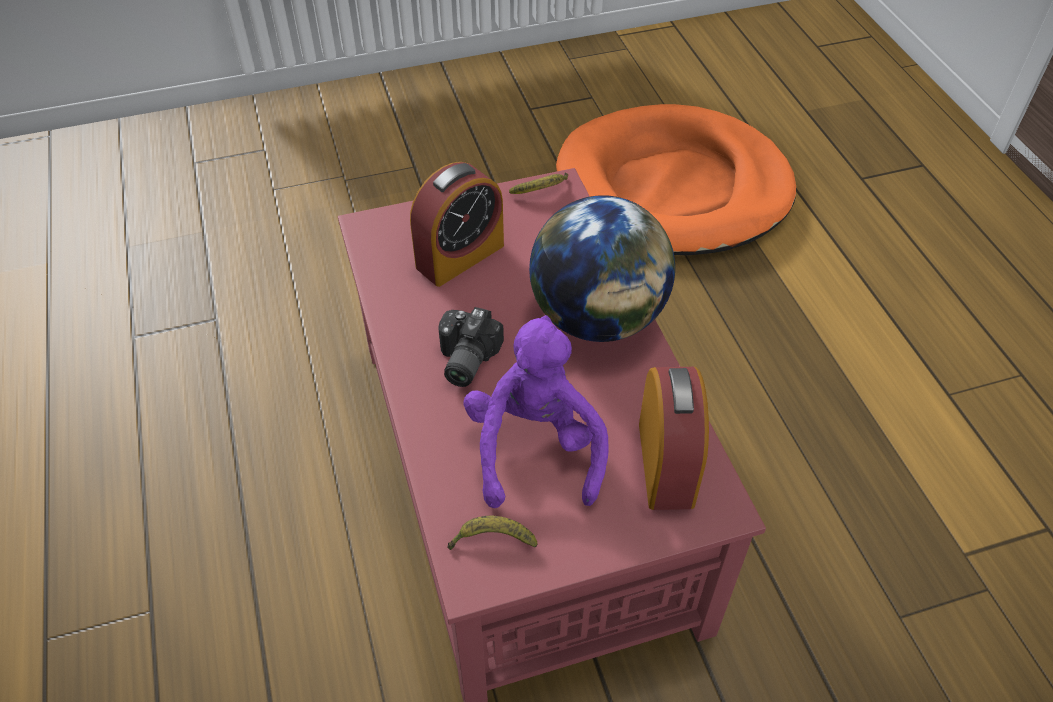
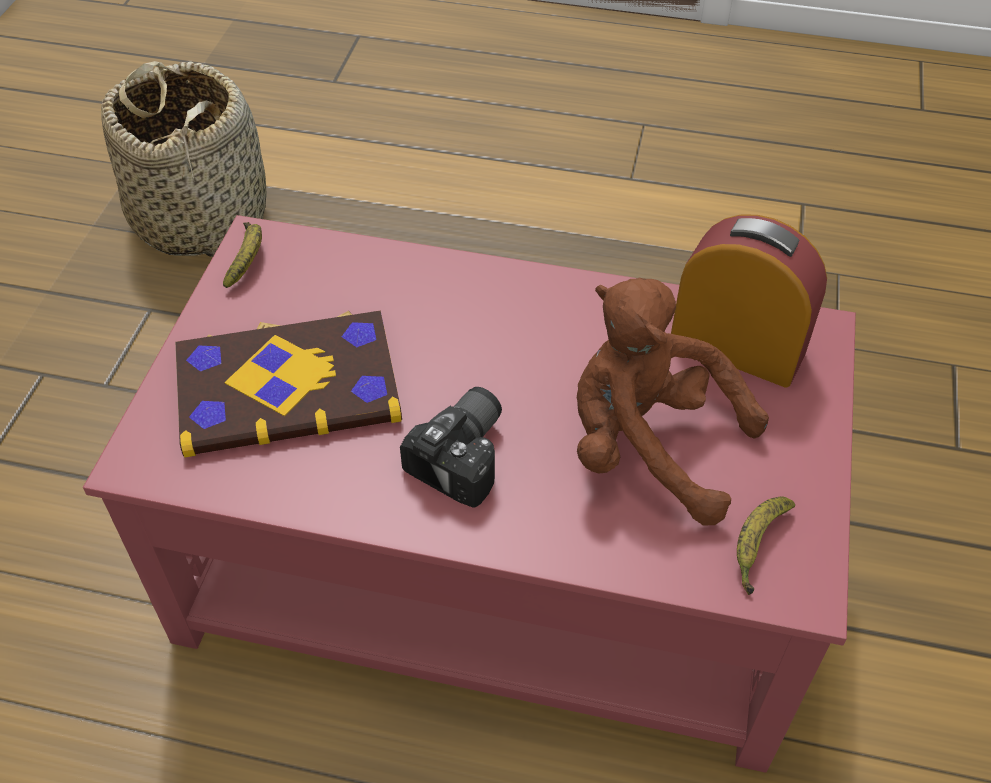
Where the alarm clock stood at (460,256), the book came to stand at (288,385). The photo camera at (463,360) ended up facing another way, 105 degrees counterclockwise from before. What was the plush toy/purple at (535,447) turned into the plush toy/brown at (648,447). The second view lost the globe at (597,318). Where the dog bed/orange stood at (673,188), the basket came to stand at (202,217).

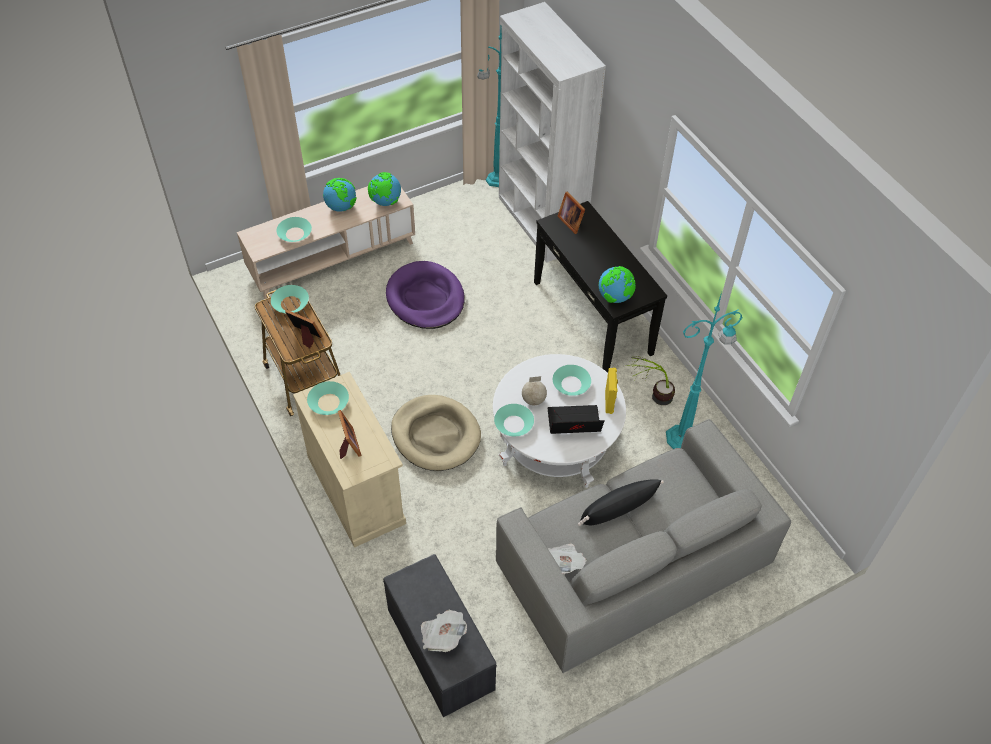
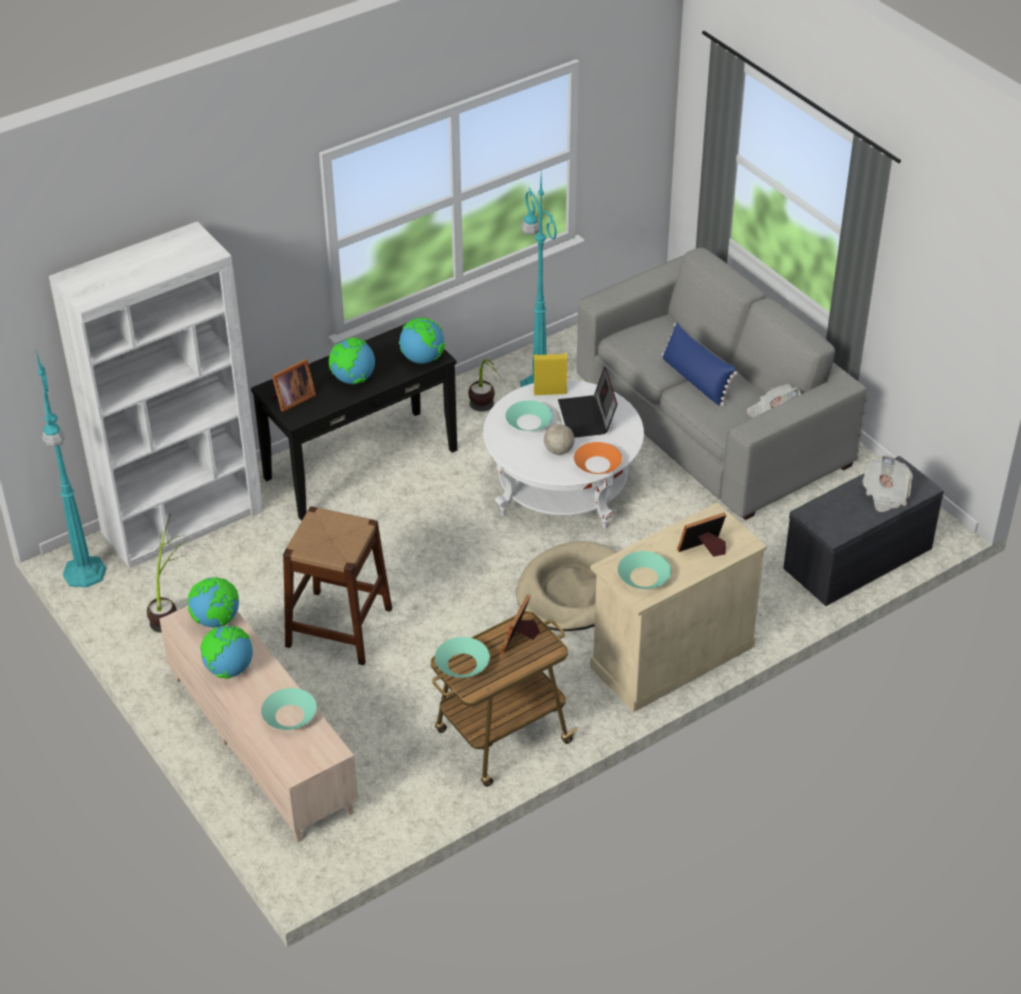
Where the dog bed/purple stood at (425,298), the stool/brown came to stand at (339,627). What was the bowl/turquoise at (514,424) turned into the bowl/orange at (597,464). What was the pillow/black at (617,510) turned into the pillow/blue at (695,380). The second view gained the potted plant at (170,610). The second view gained the globe at (353,380).

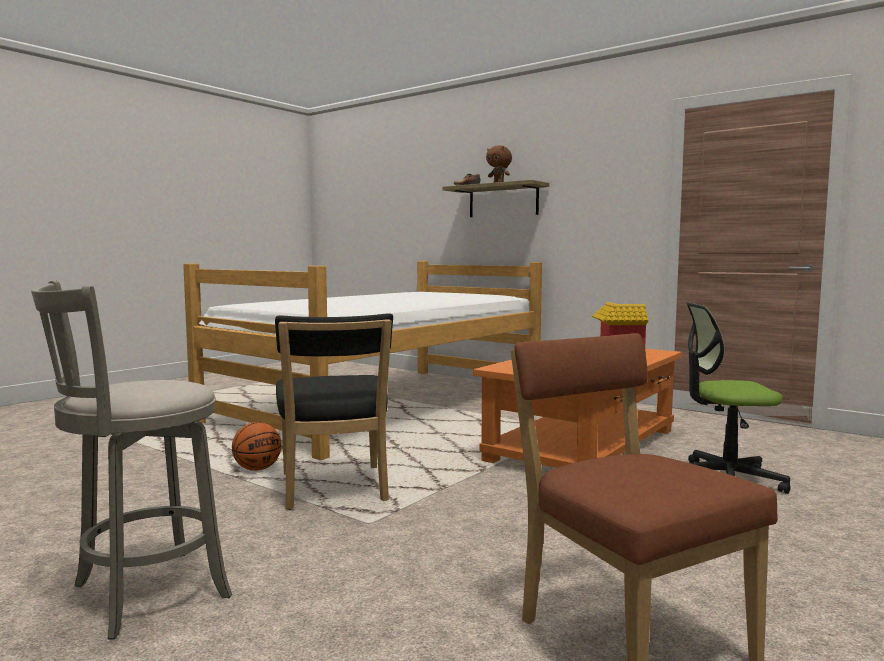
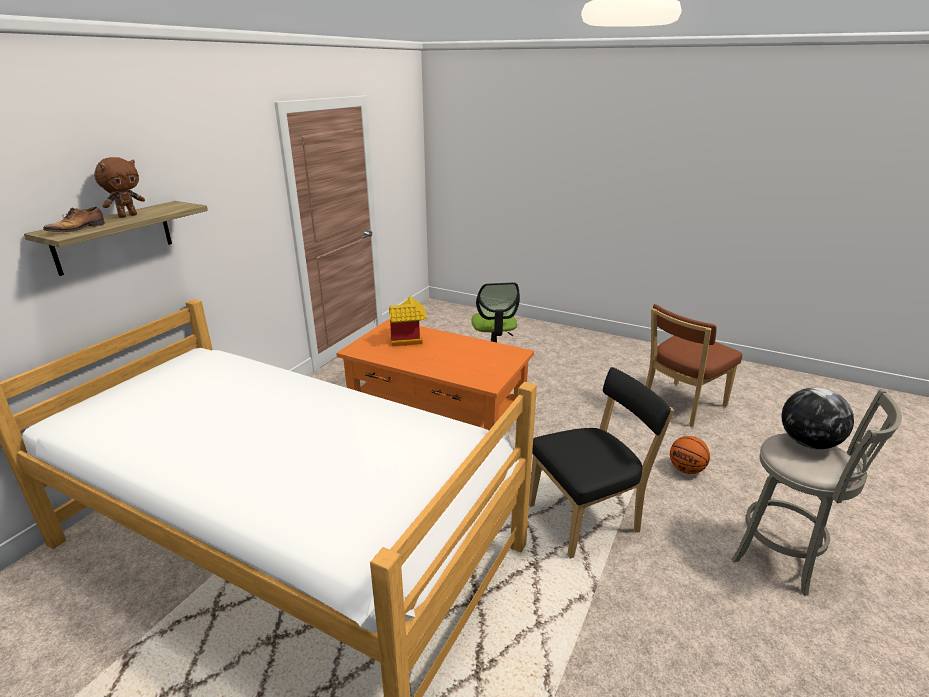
The basketball ended up elsewhere, having gone from (257,469) to (686,469). The second view gained the globe at (807,443).

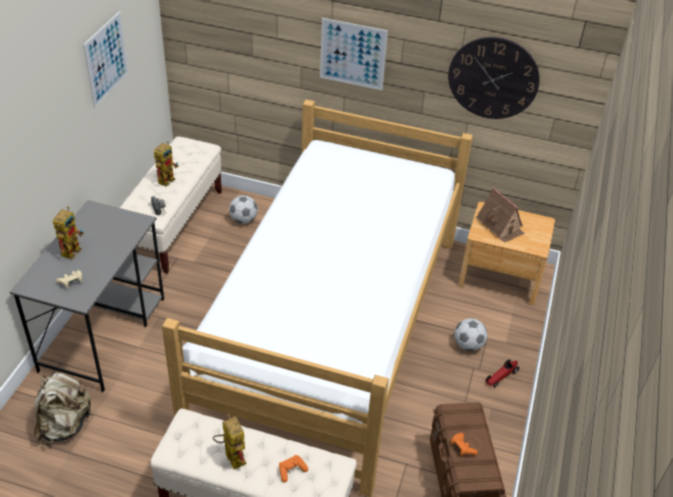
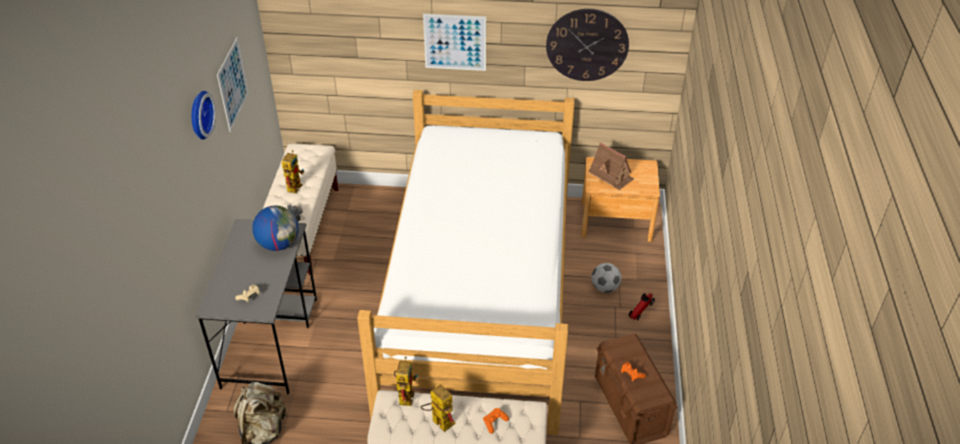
The toy robot ended up elsewhere, having gone from (72,249) to (405,394). The second view lost the football at (243,220). The second view gained the wall clock at (199,114). The second view gained the globe at (278,244).

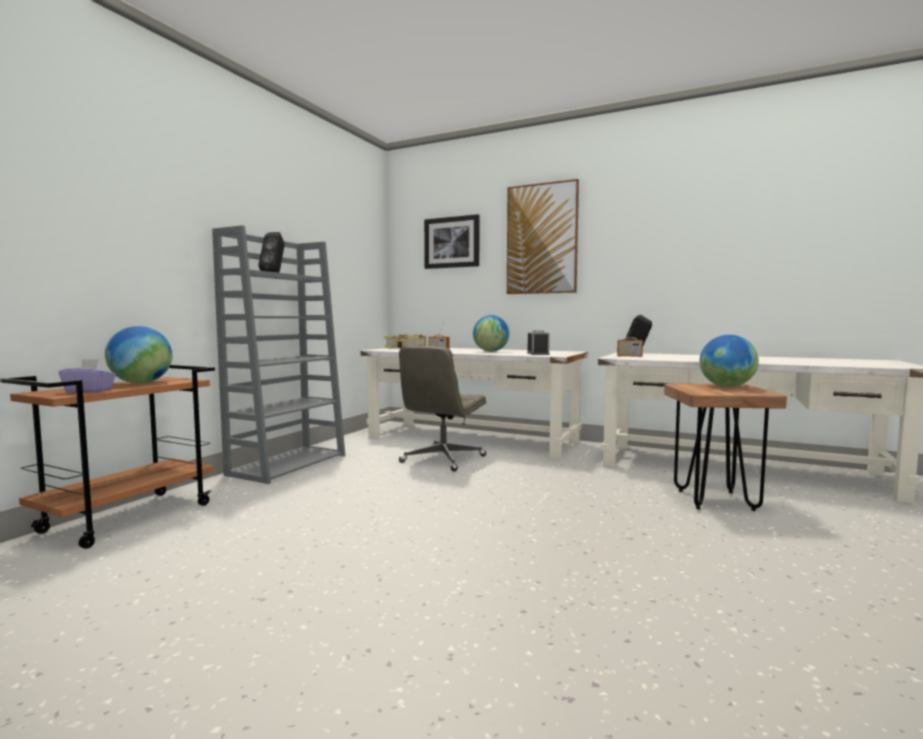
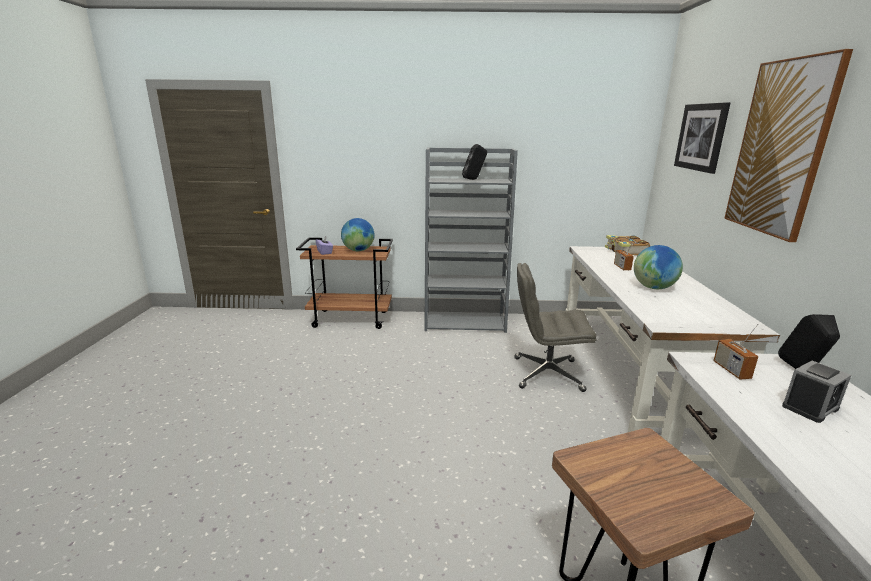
The alarm clock ended up elsewhere, having gone from (538,354) to (810,407). The second view lost the globe at (726,386).

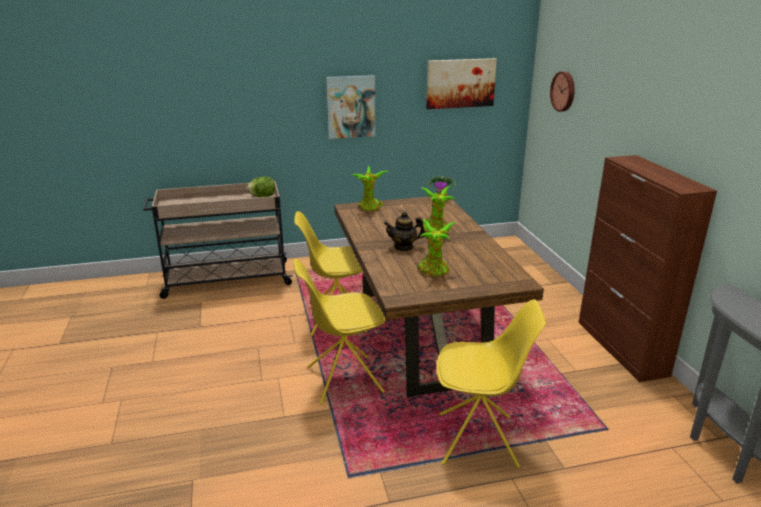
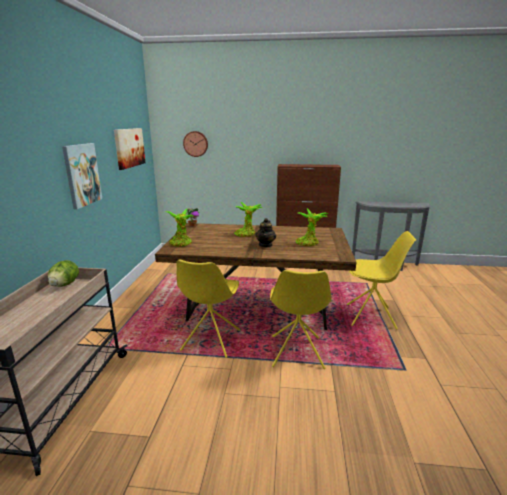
The chair/yellow at (479,440) ended up facing another way, 75 degrees clockwise from before.

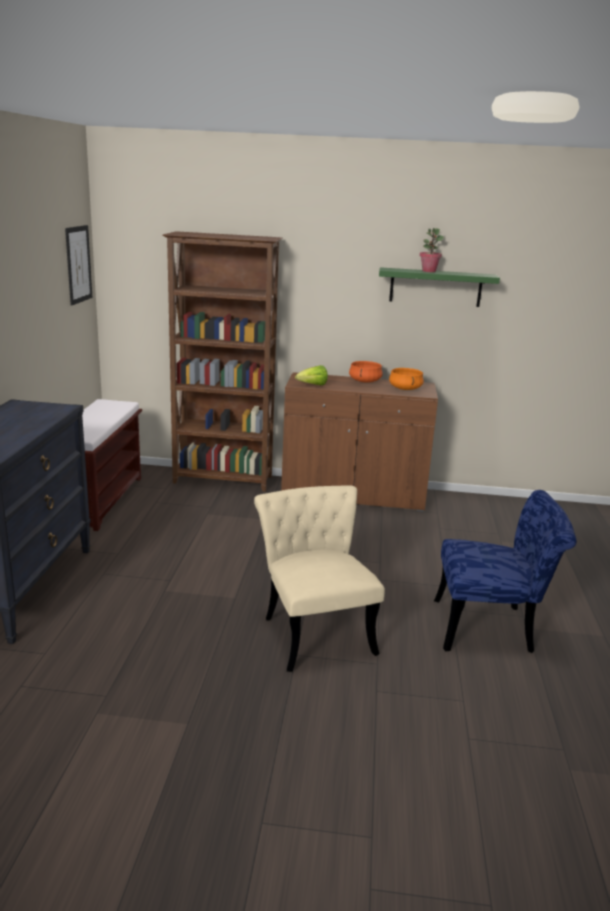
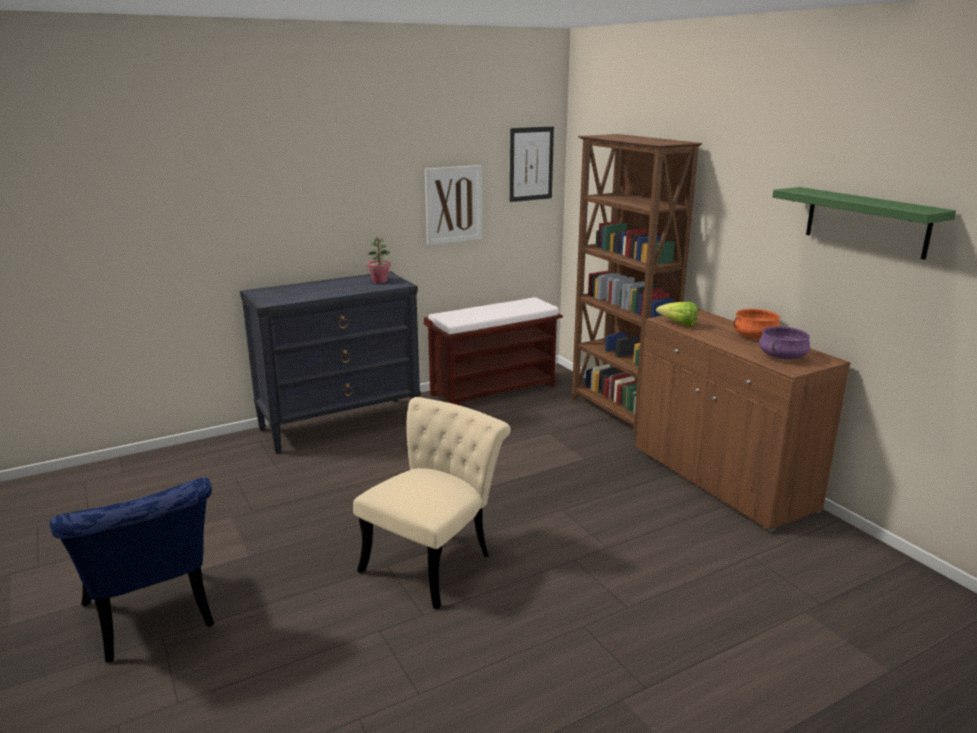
What was the cooking pot/orange at (405,388) turned into the cooking pot/purple at (782,356). The potted plant ended up elsewhere, having gone from (428,271) to (380,281). The chair/blue ended up elsewhere, having gone from (492,628) to (152,622). The second view gained the picture at (453,205).

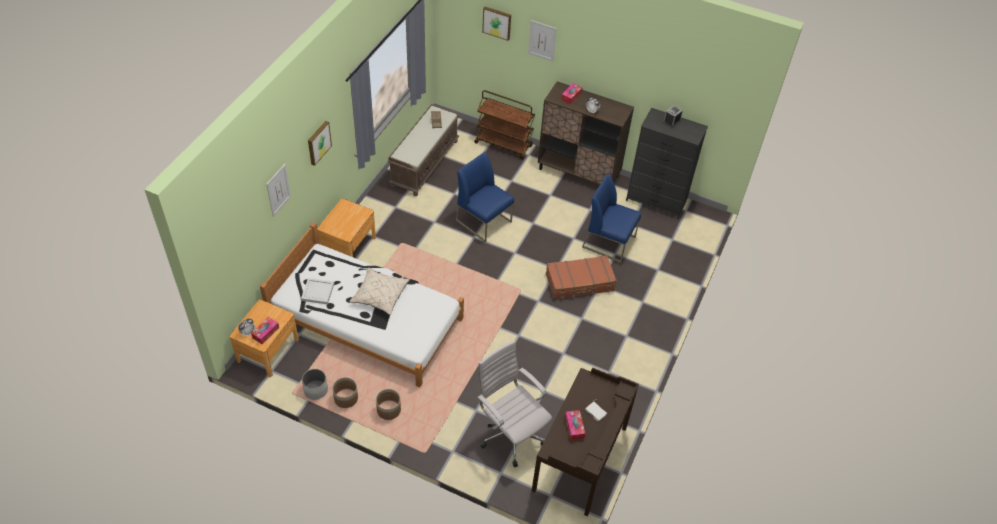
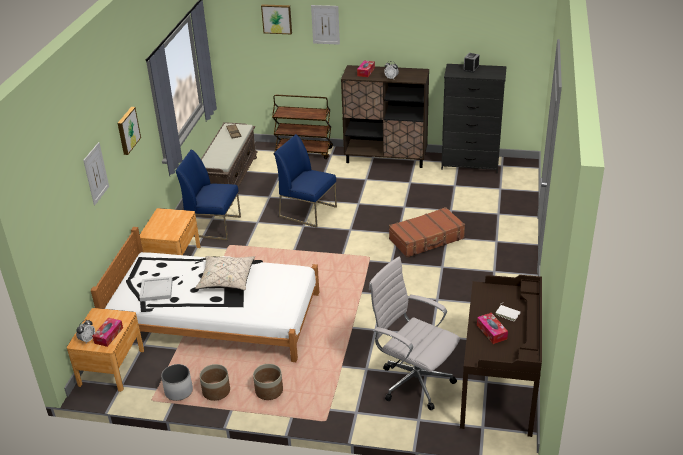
The chair/blue ended up elsewhere, having gone from (609,242) to (214,226).

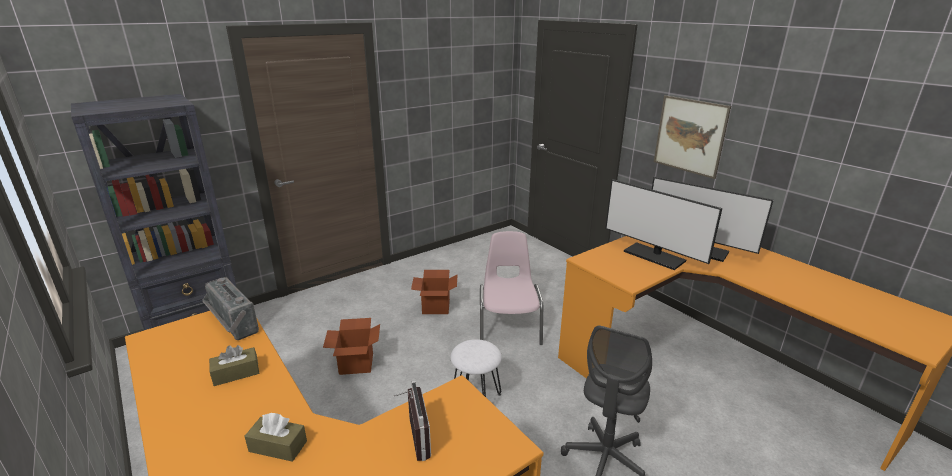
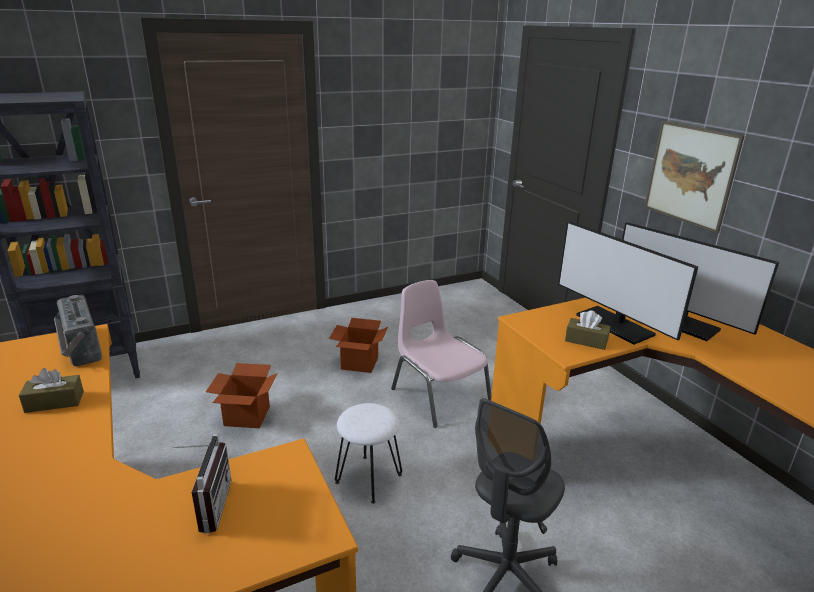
The tissue box/brown ended up elsewhere, having gone from (278,446) to (586,341). The chair/pink at (509,325) ended up facing another way, 45 degrees counterclockwise from before.

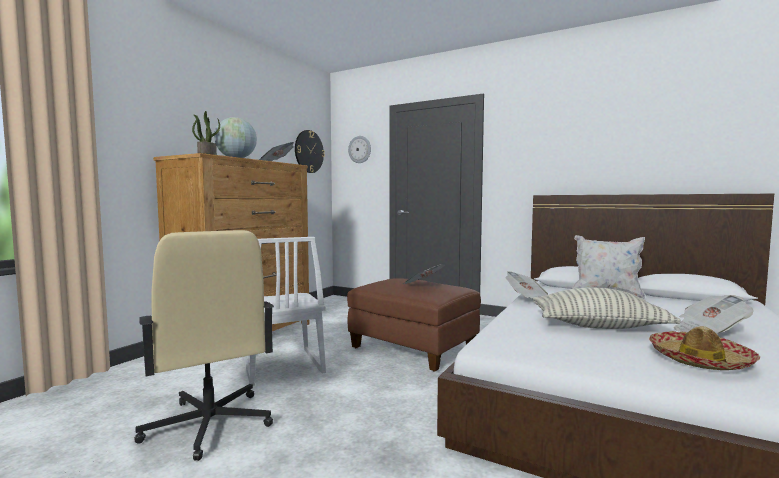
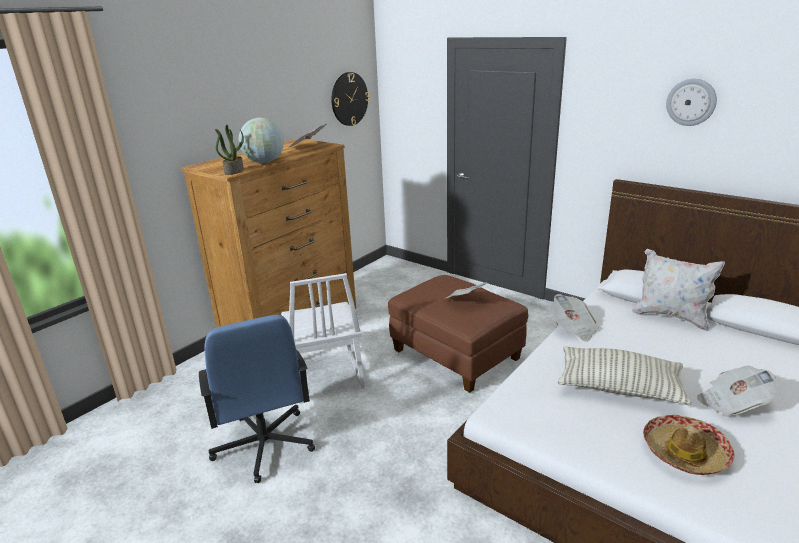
What was the office chair/beige at (209,425) turned into the office chair/blue at (264,445). The wall clock ended up elsewhere, having gone from (360,149) to (691,102).

